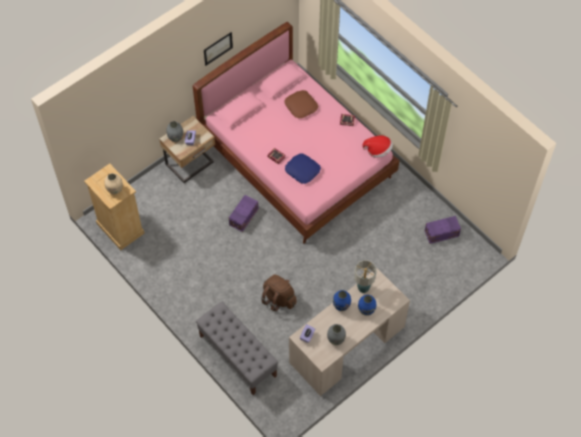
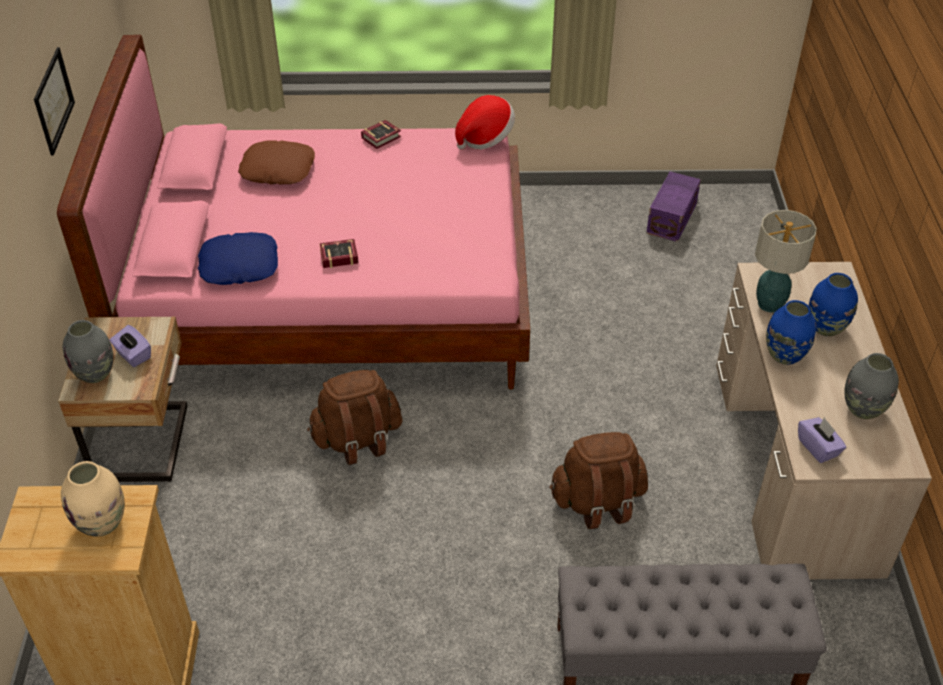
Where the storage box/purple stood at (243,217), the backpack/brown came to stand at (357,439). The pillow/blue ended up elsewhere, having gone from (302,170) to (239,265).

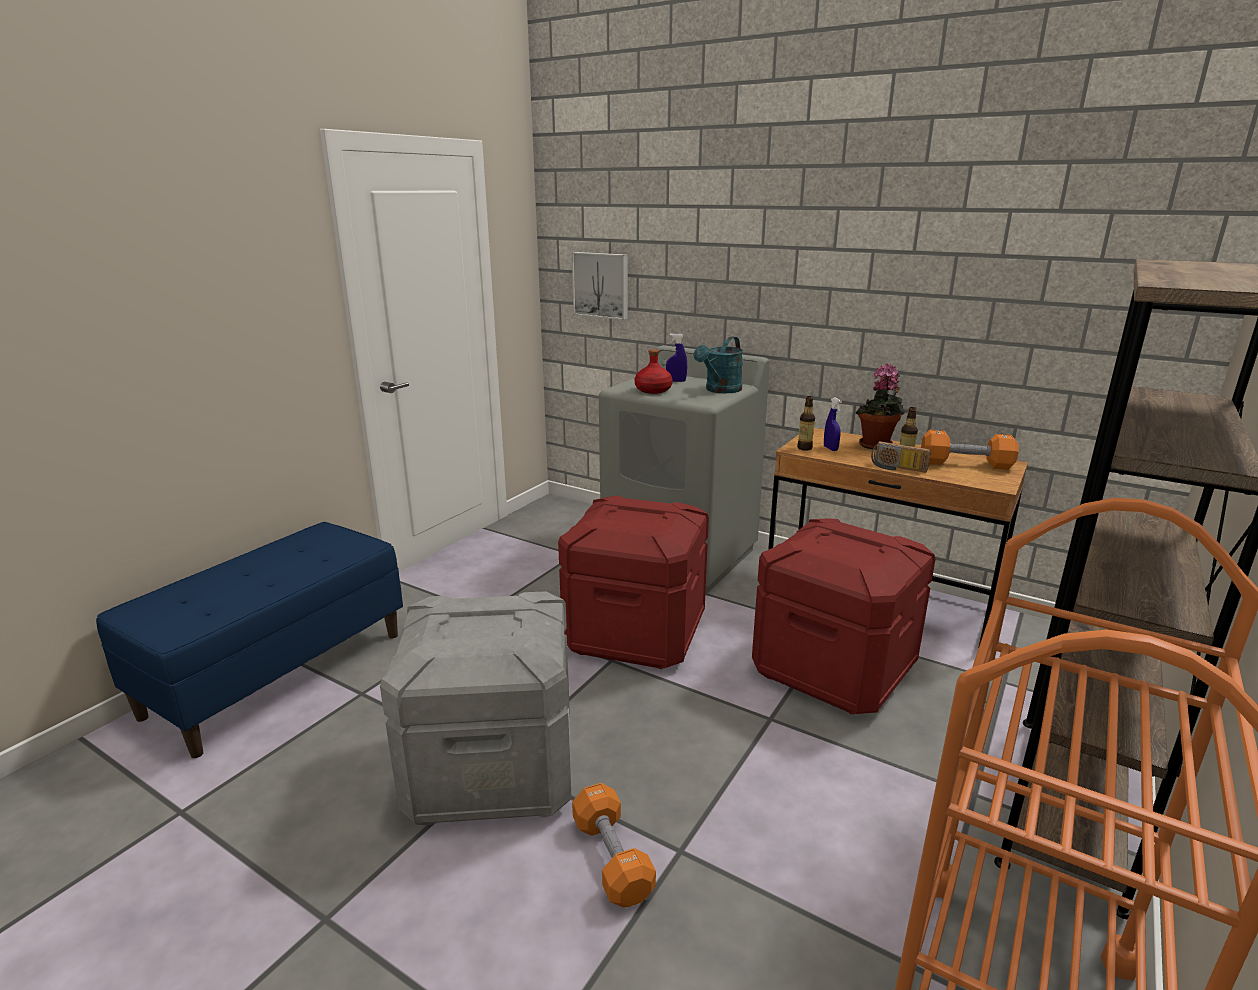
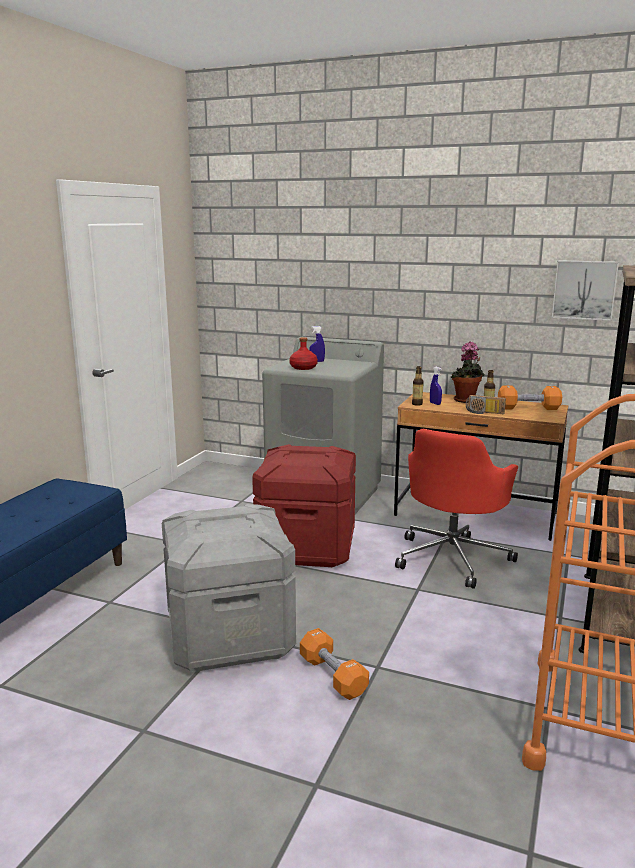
The picture ended up elsewhere, having gone from (601,285) to (584,290). The second view lost the watering can/turquoise at (720,390). Where the storage box/red stood at (832,669), the office chair/red came to stand at (453,557).

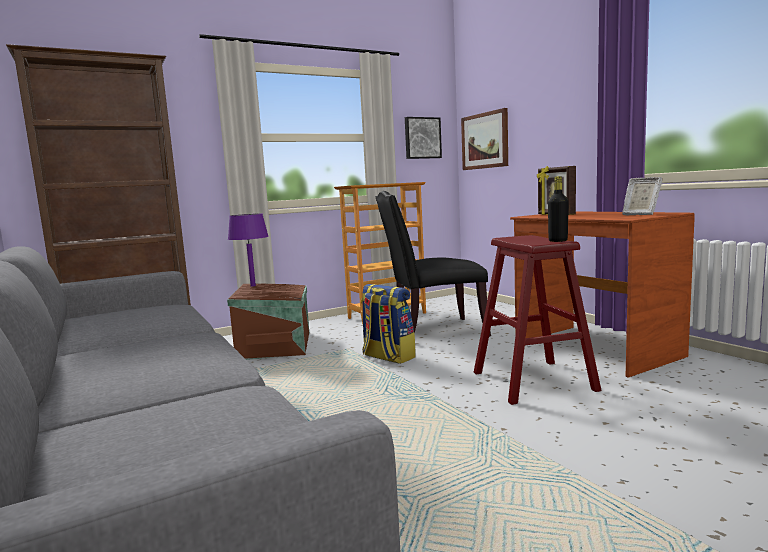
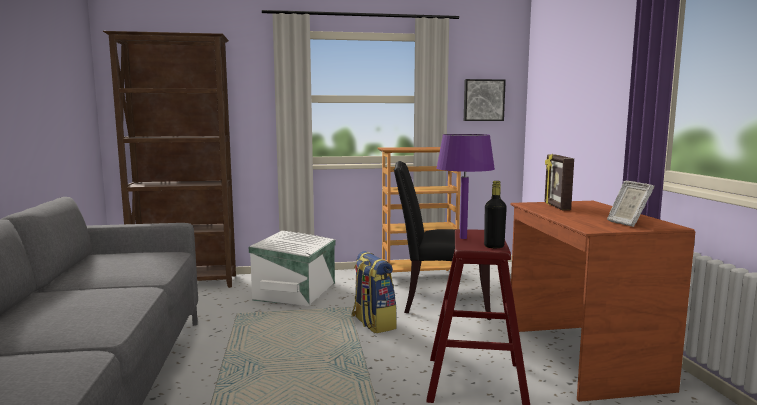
What was the storage box/brown at (276,345) turned into the storage box/white at (297,291). The table lamp/purple ended up elsewhere, having gone from (253,286) to (463,238). The second view lost the picture at (485,141).

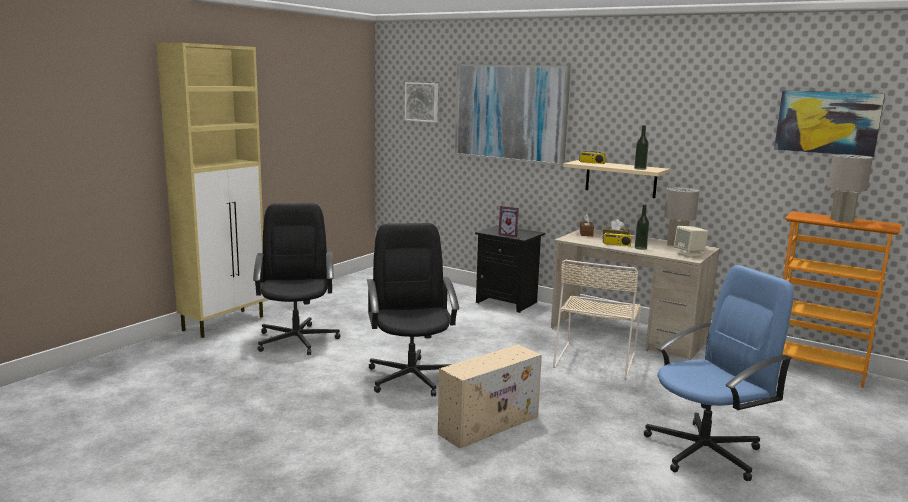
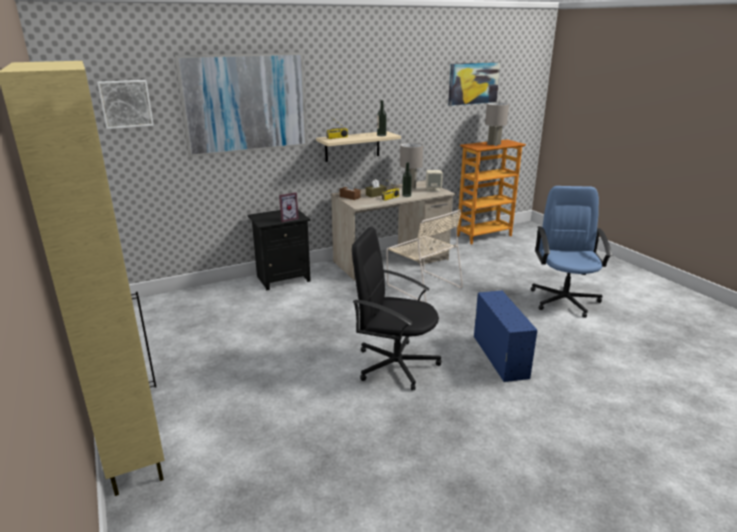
The second view lost the office chair/black at (297,339). What was the storage box/beige at (490,424) turned into the storage box/blue at (499,355).

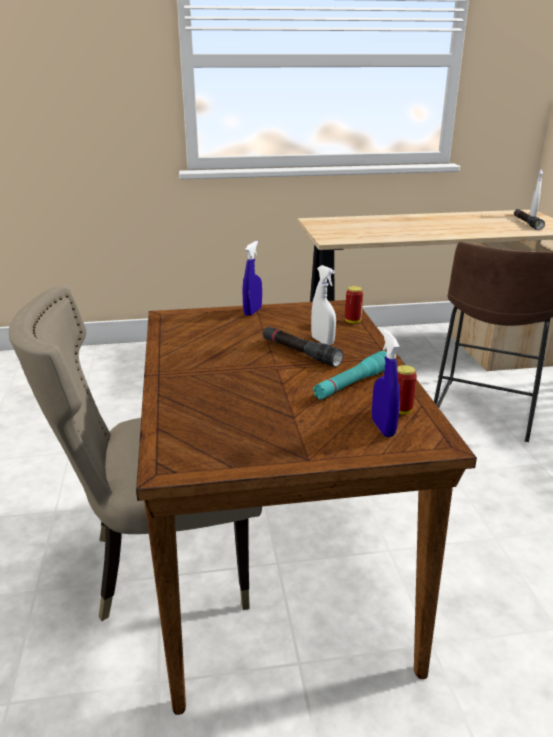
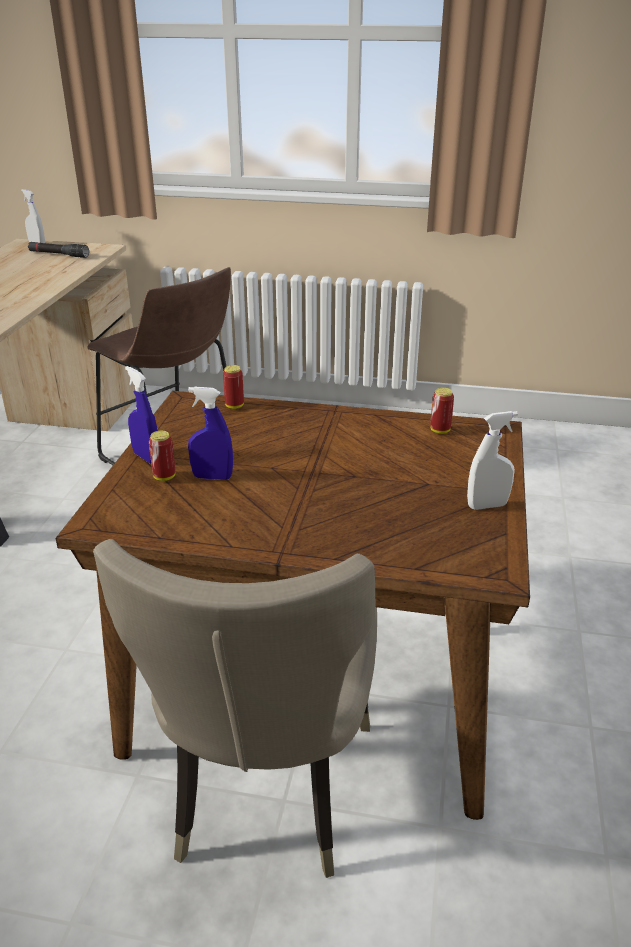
The second view lost the flashlight/black at (300,353). The spray bottle/white ended up elsewhere, having gone from (322,341) to (487,505). The second view lost the flashlight/turquoise at (352,384). The spray bottle/blue ended up elsewhere, having gone from (383,428) to (212,477). The second view gained the can at (164,477).

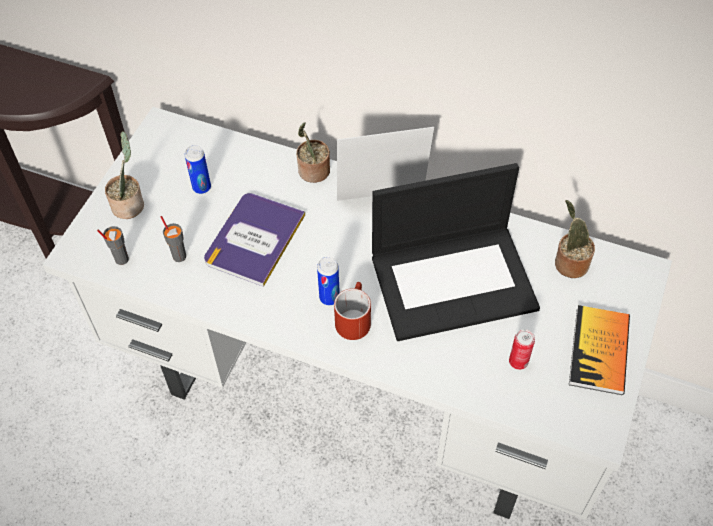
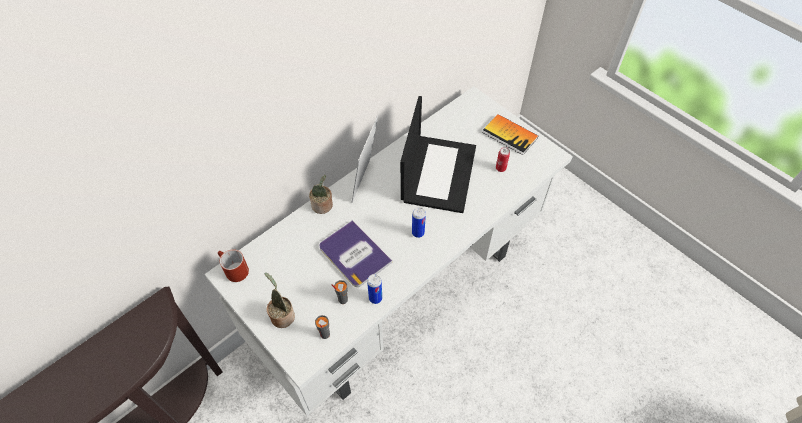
The can ended up elsewhere, having gone from (201,187) to (375,298). The mug/red ended up elsewhere, having gone from (353,318) to (233,270). The second view lost the potted plant at (569,263).

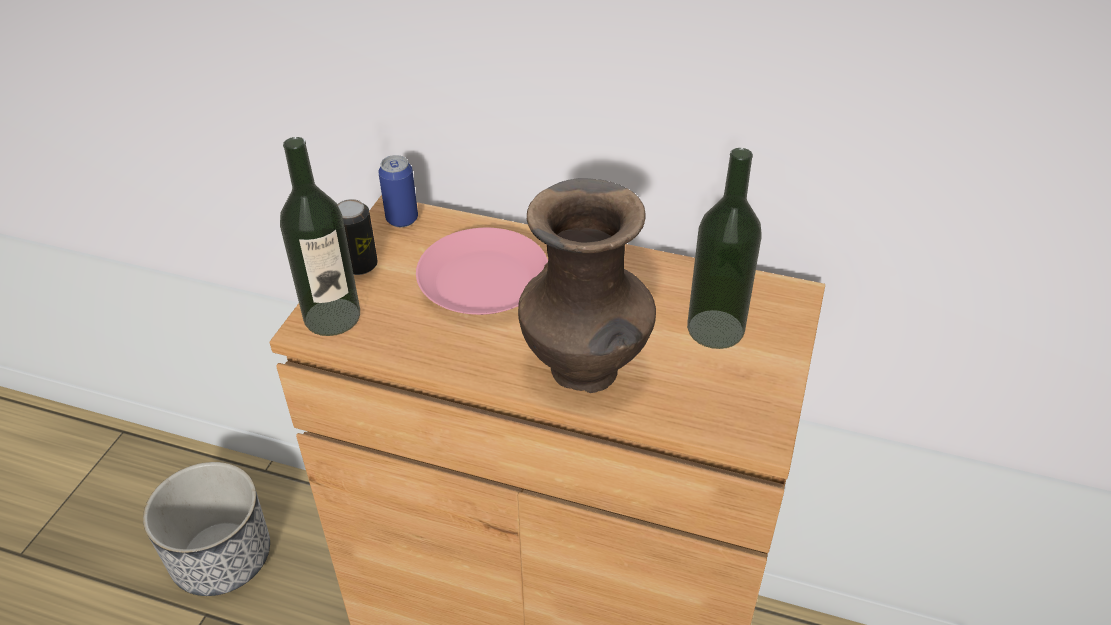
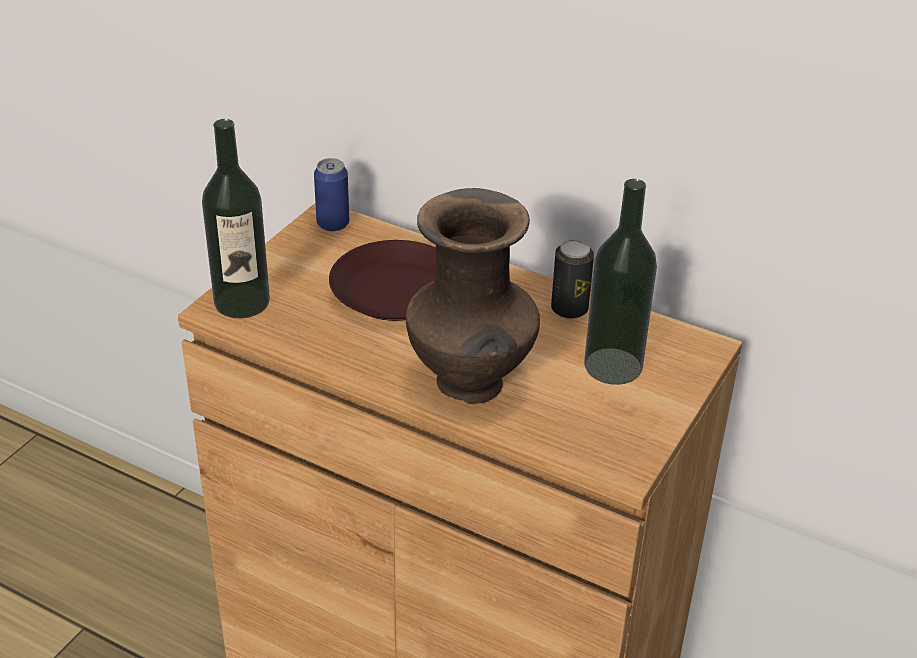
The second view lost the planter at (222,556). The can ended up elsewhere, having gone from (359,265) to (569,309). What was the plate/pink at (484,281) turned into the plate/brown at (396,291).

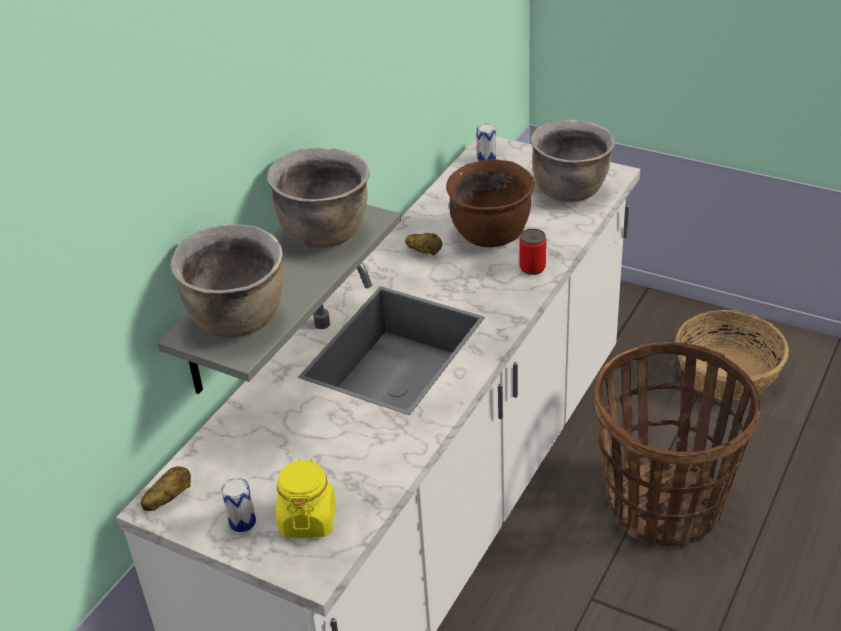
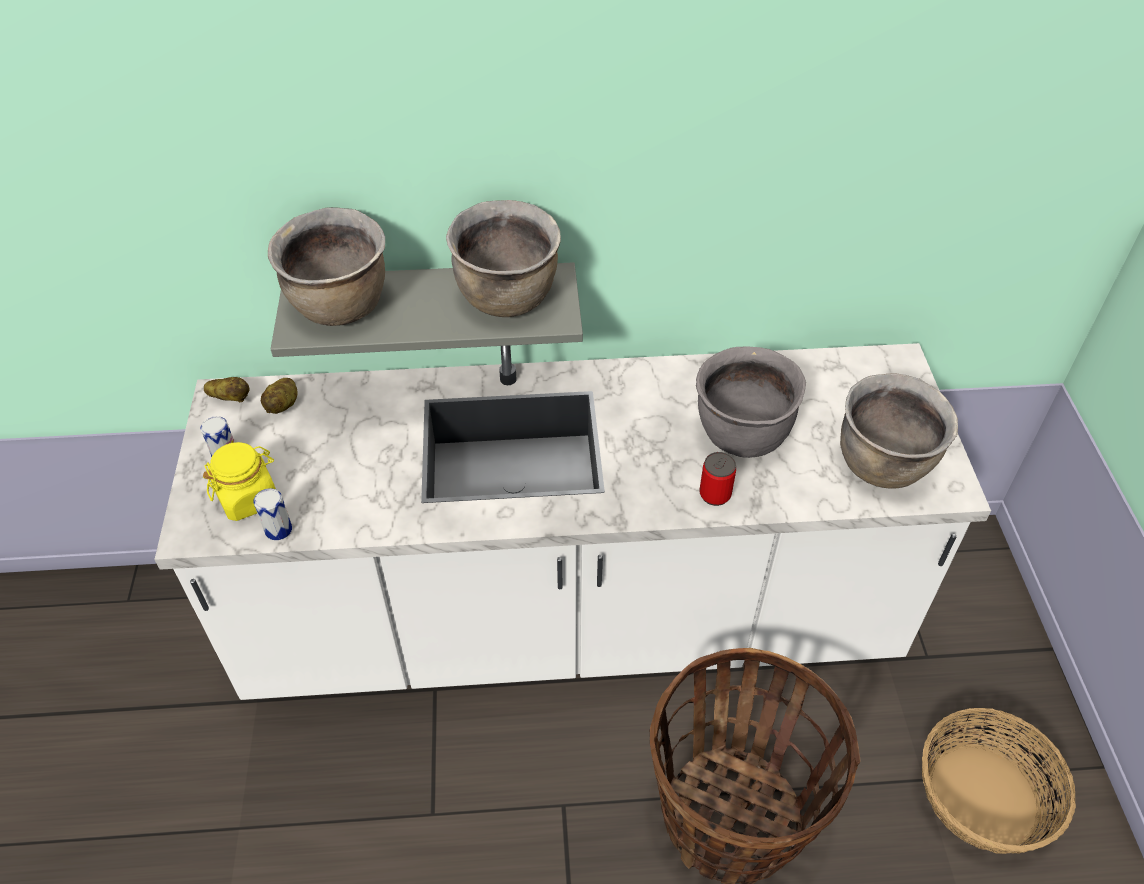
The potato ended up elsewhere, having gone from (424,252) to (283,405). What was the cooking pot/brown at (491,236) turned into the cooking pot/grey at (741,436). The can ended up elsewhere, having gone from (486,158) to (278,529).

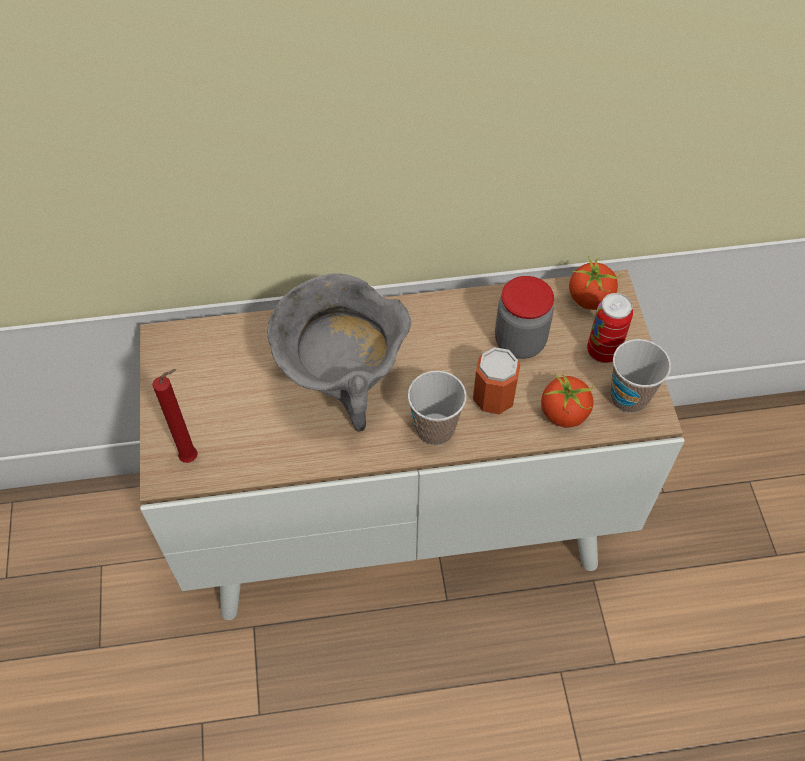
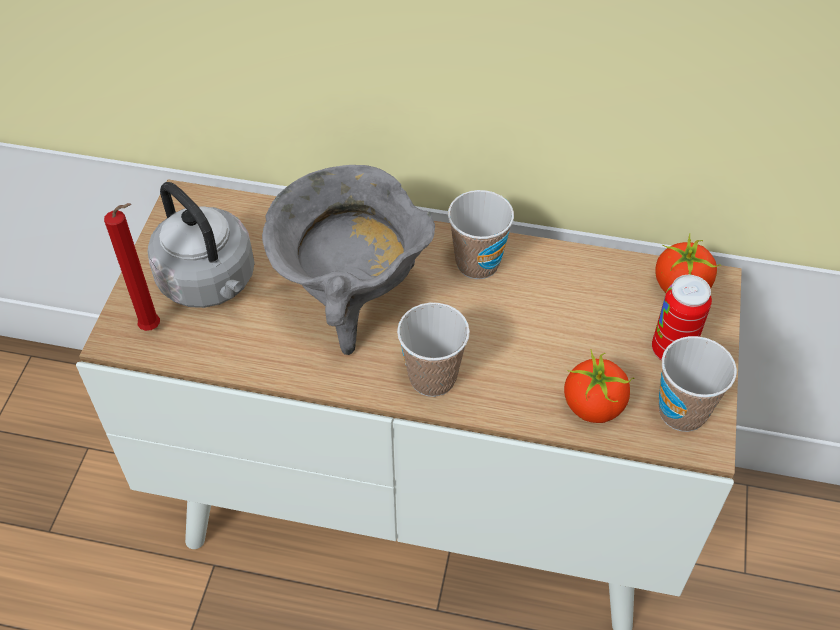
The second view lost the can at (493,398). The second view lost the jar at (519,342). The second view gained the kettle/grey at (210,283). The second view gained the cup at (477,263).

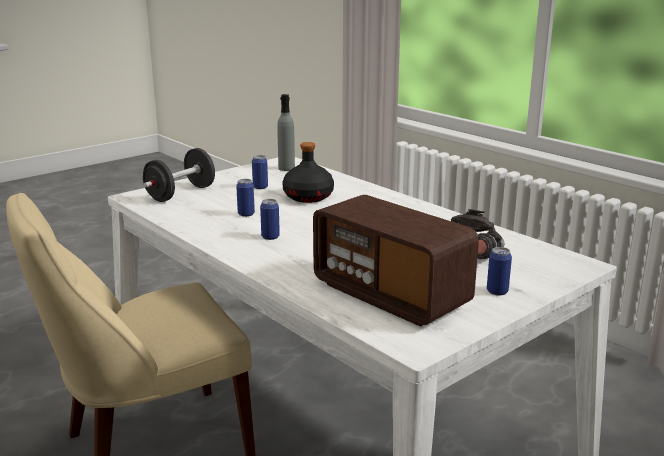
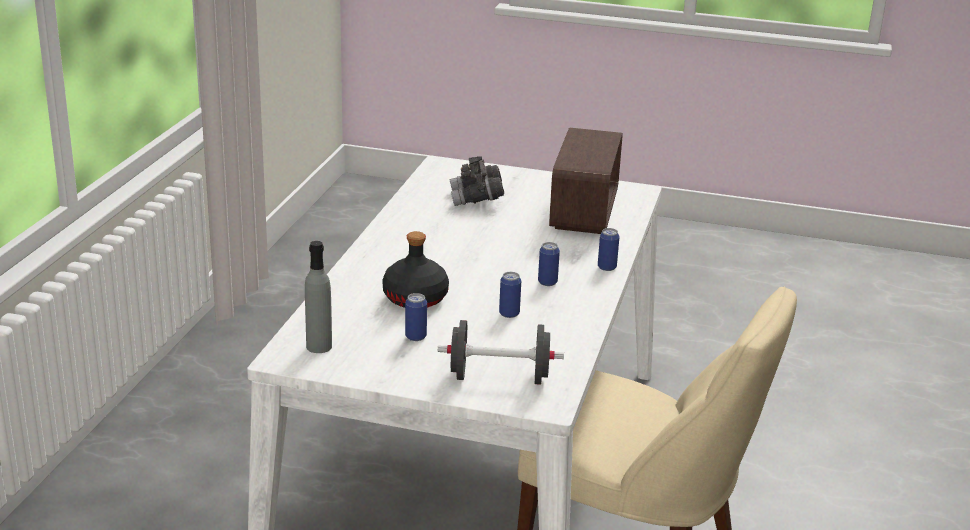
The can ended up elsewhere, having gone from (497,291) to (607,267).

